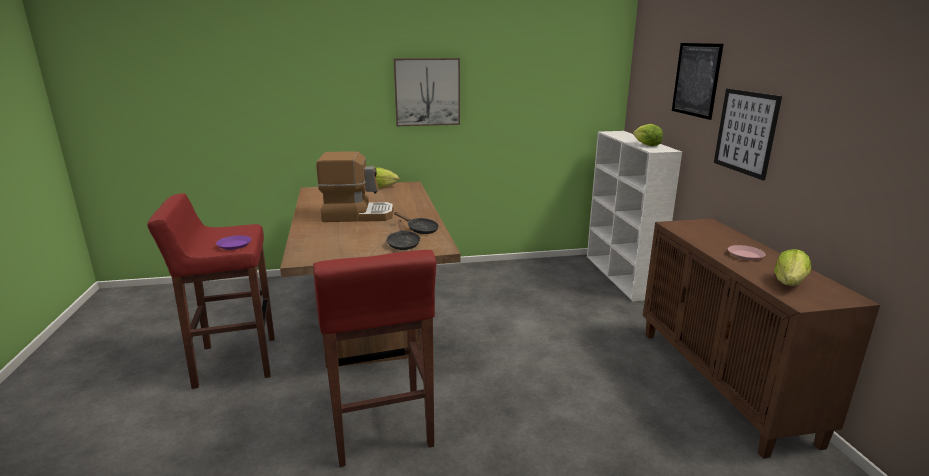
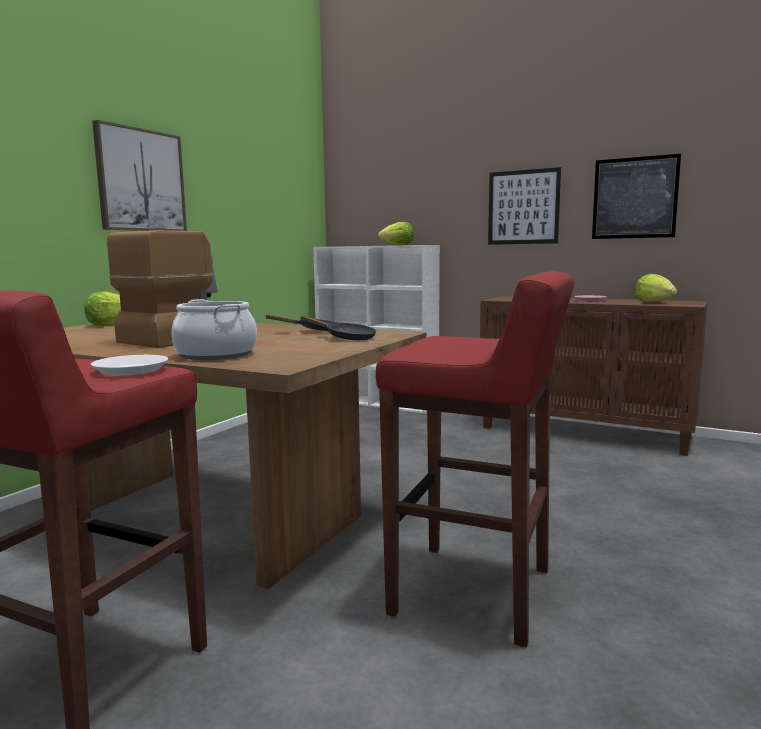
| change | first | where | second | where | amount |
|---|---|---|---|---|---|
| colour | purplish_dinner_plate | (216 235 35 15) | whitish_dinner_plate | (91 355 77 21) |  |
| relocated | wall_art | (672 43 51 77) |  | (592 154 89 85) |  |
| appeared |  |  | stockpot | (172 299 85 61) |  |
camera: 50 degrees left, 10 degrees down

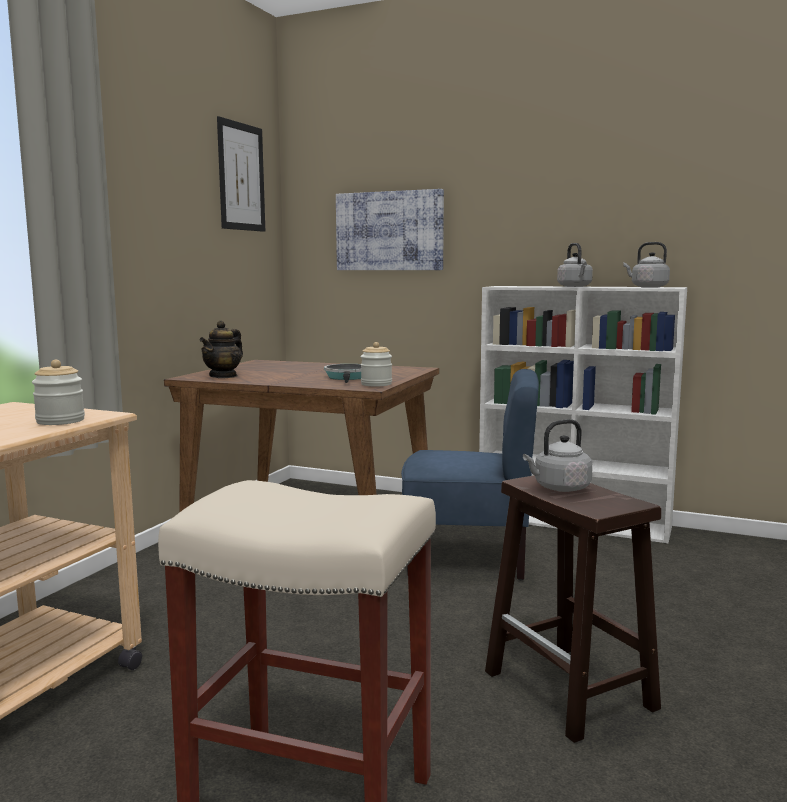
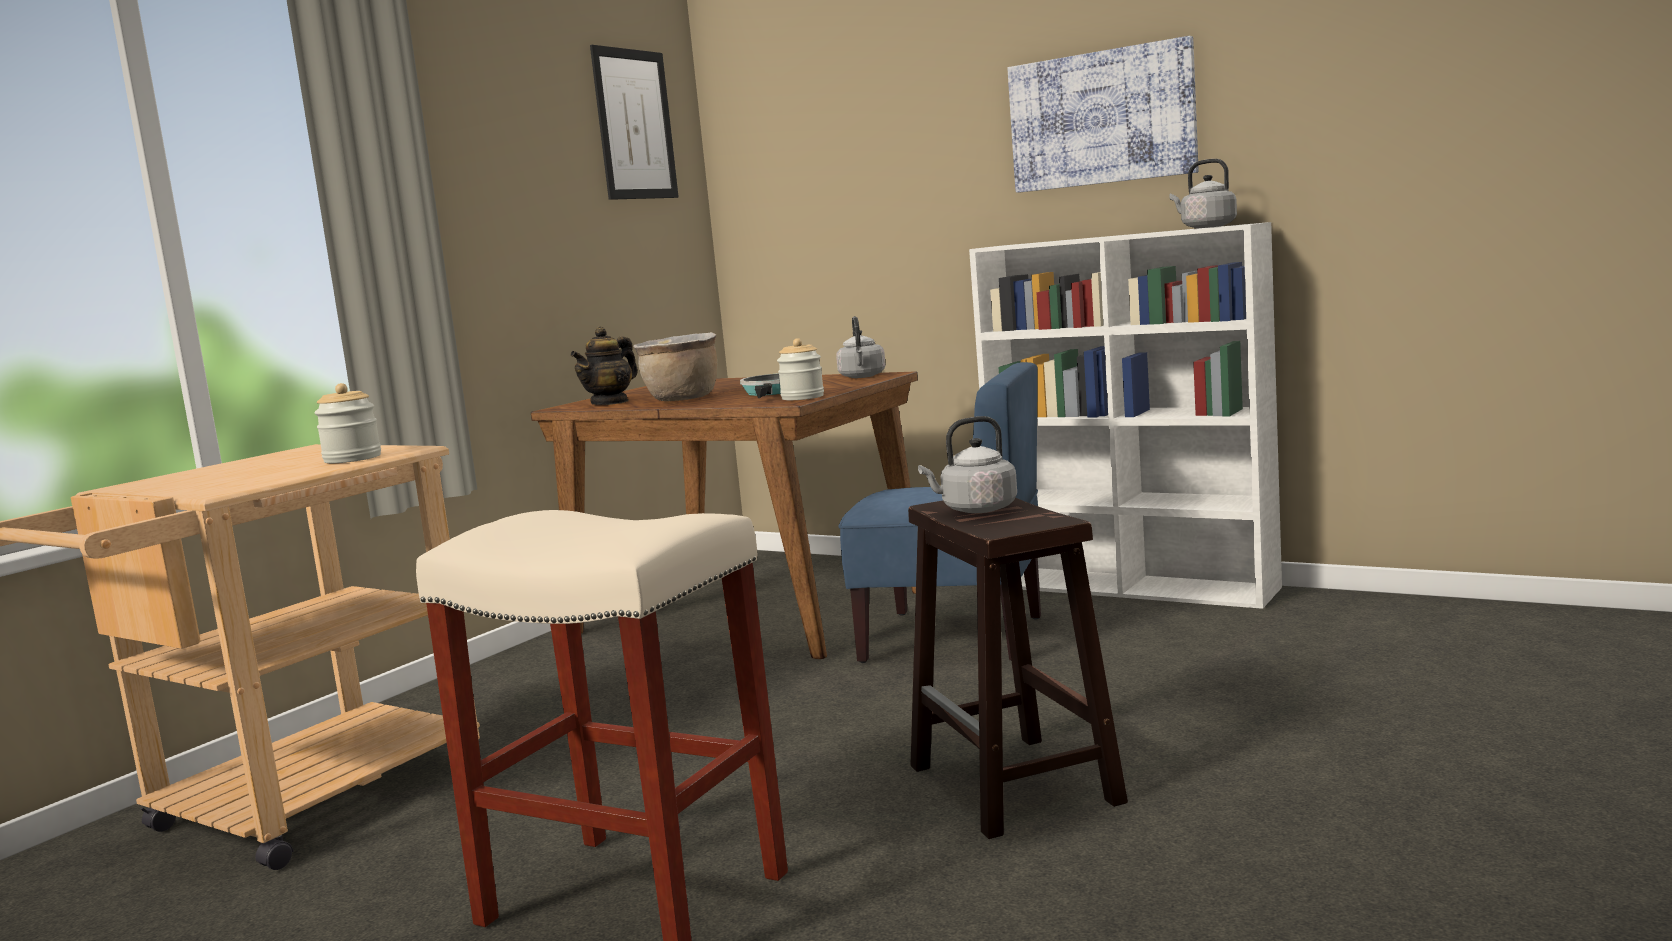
| change | first | where | second | where | amount |
|---|---|---|---|---|---|
| relocated | wall_art | (336 189 108 81) |  | (1008 36 191 157) |  |
| relocated | grey_water_kettle | (557 243 36 44) |  | (836 316 50 62) |  |
| appeared |  |  | brownish_stockpot | (633 332 84 69) |  |
camera: 10 degrees right, 0 degrees up

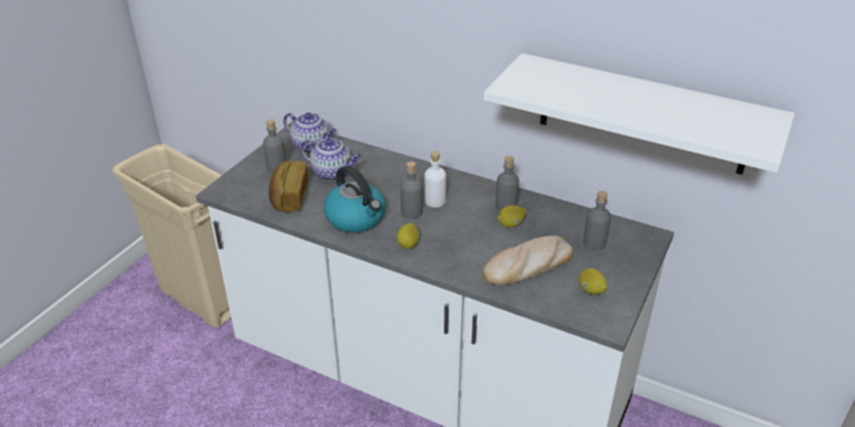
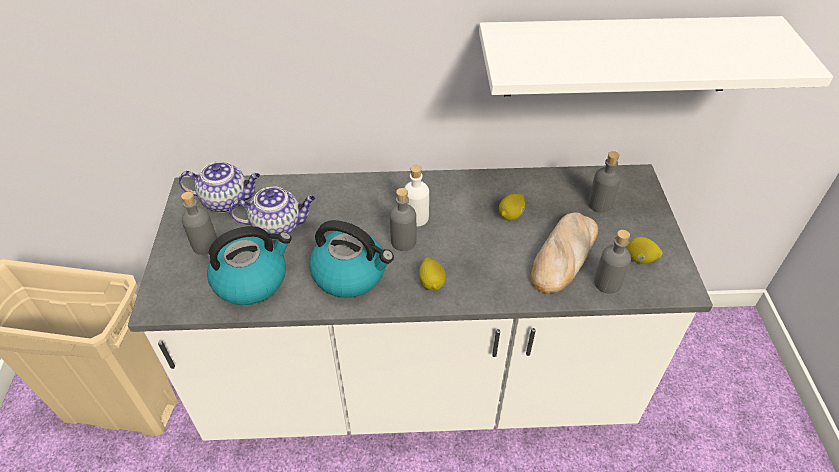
| change | first | where | second | where | amount |
|---|---|---|---|---|---|
| exchanged | baked_bread | (269 161 39 51) | water_kettle | (207 226 85 79) |  |
| relocated | grey_bottle | (496 156 23 55) |  | (594 230 37 64) |  |
camera: 30 degrees left, 10 degrees up

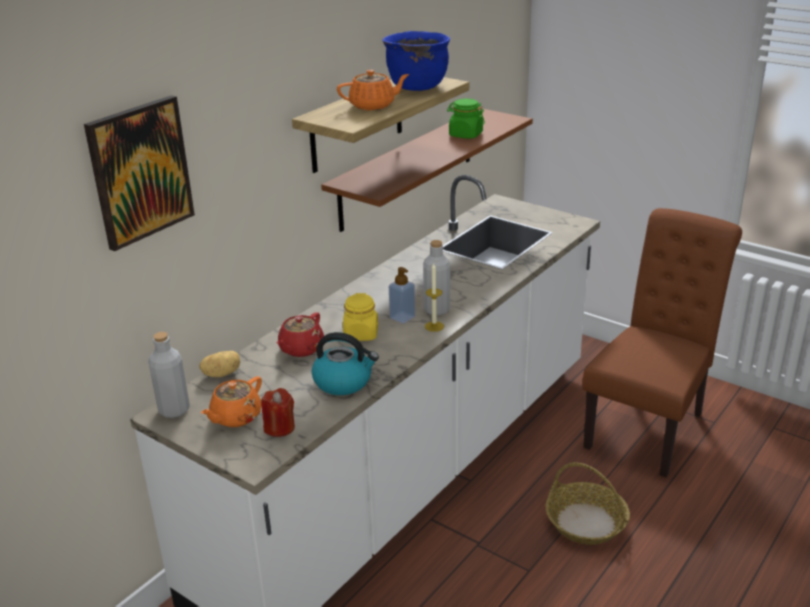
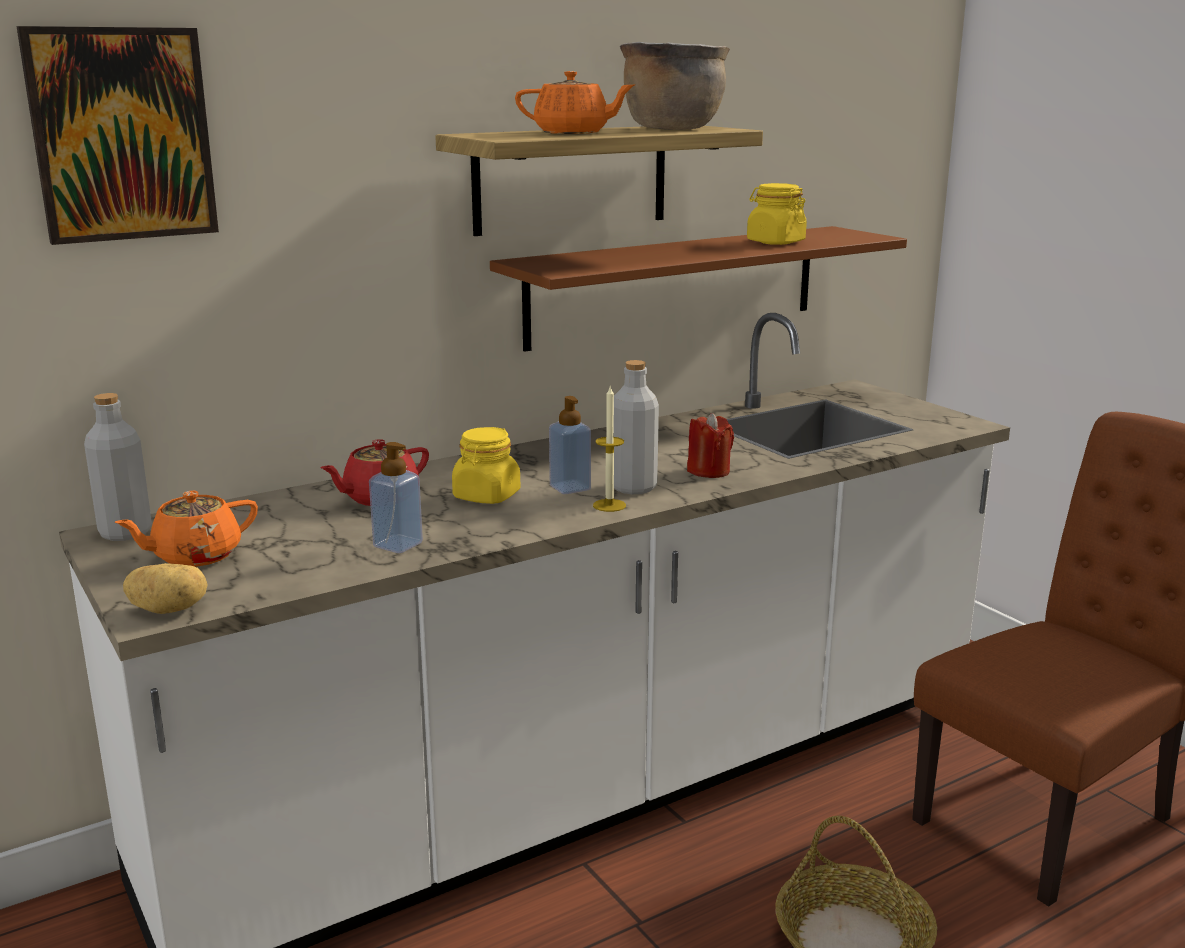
| change | first | where | second | where | amount |
|---|---|---|---|---|---|
| relocated | potato | (199 351 41 27) |  | (123 563 85 51) |  |
| relocated | red_wax_light | (261 388 34 49) |  | (687 413 47 65) |  |
| exchanged | water_kettle | (312 332 67 63) | liquid_soap_bottle | (369 442 54 111) |  |
| colour | bluish_stockpot | (382 31 68 60) | brownish_stockpot | (620 42 110 88) |  |
| colour | green-coloured_preserve_jar | (447 99 38 40) | yellowish_preserve_jar | (747 183 60 62) |  |
camera: 20 degrees right, 10 degrees down

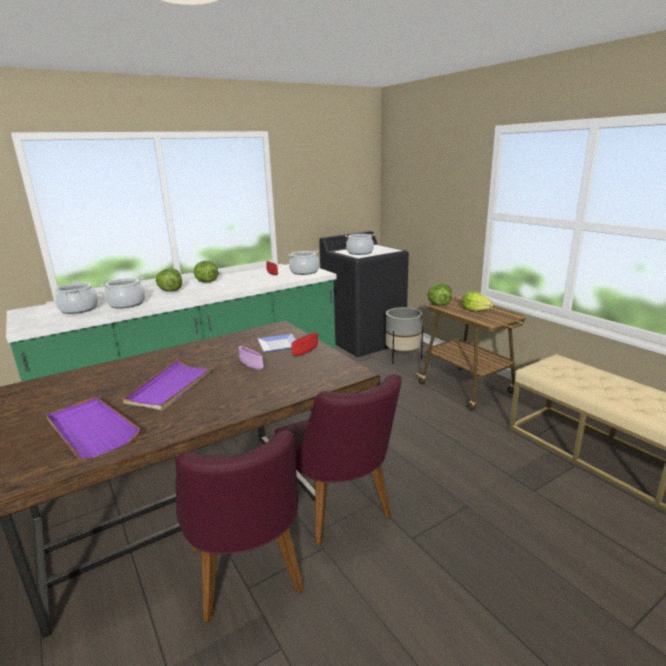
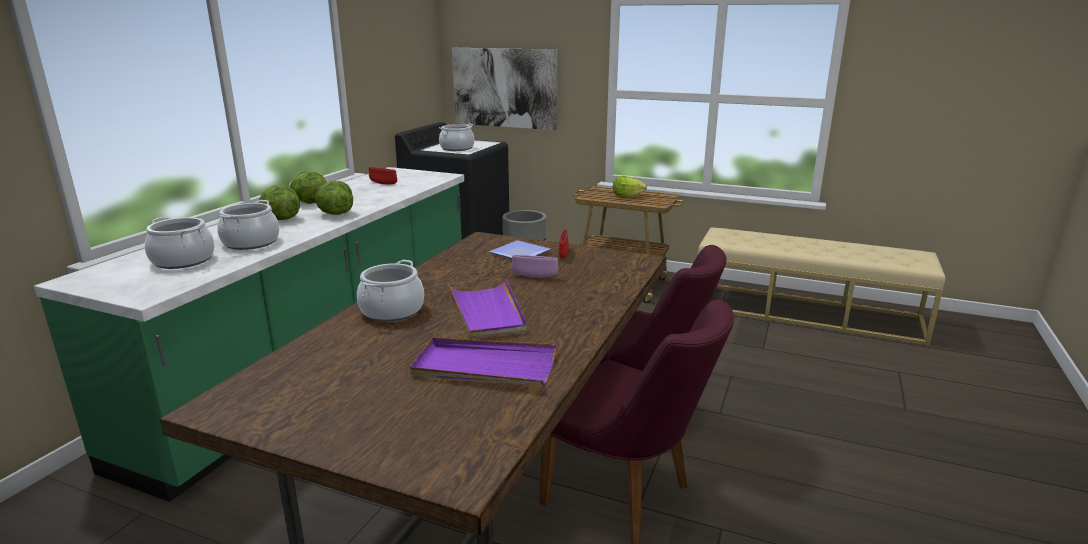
| change | first | where | second | where | amount |
|---|---|---|---|---|---|
| relocated | stockpot | (288 250 31 25) |  | (357 260 67 62) |  |
| relocated | lettuce | (427 283 25 23) |  | (315 181 38 34) |  |
| appeared |  |  | wall_art | (452 48 105 82) |  |
camera: 35 degrees left, 0 degrees up

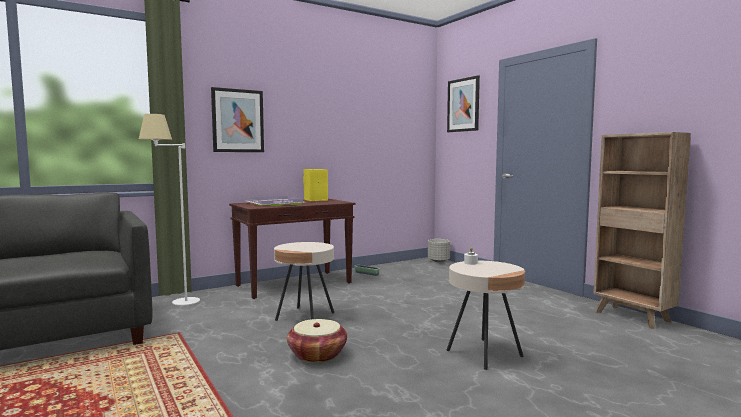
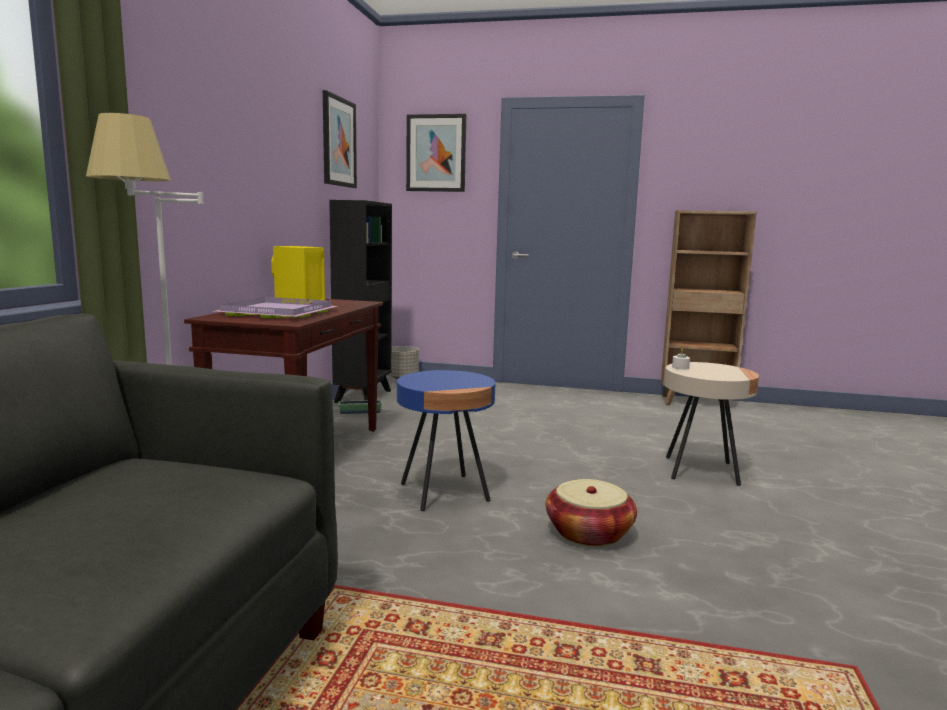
| change | first | where | second | where | amount |
|---|---|---|---|---|---|
| relocated | wall_art | (211 87 53 65) |  | (323 90 34 98) |  |
| colour | beige_side_table | (274 242 60 79) | bluish_side_table | (397 370 98 141) |  |
| appeared |  |  | black_shelving_unit | (329 200 63 203) |  |
camera: 45 degrees left, 5 degrees up

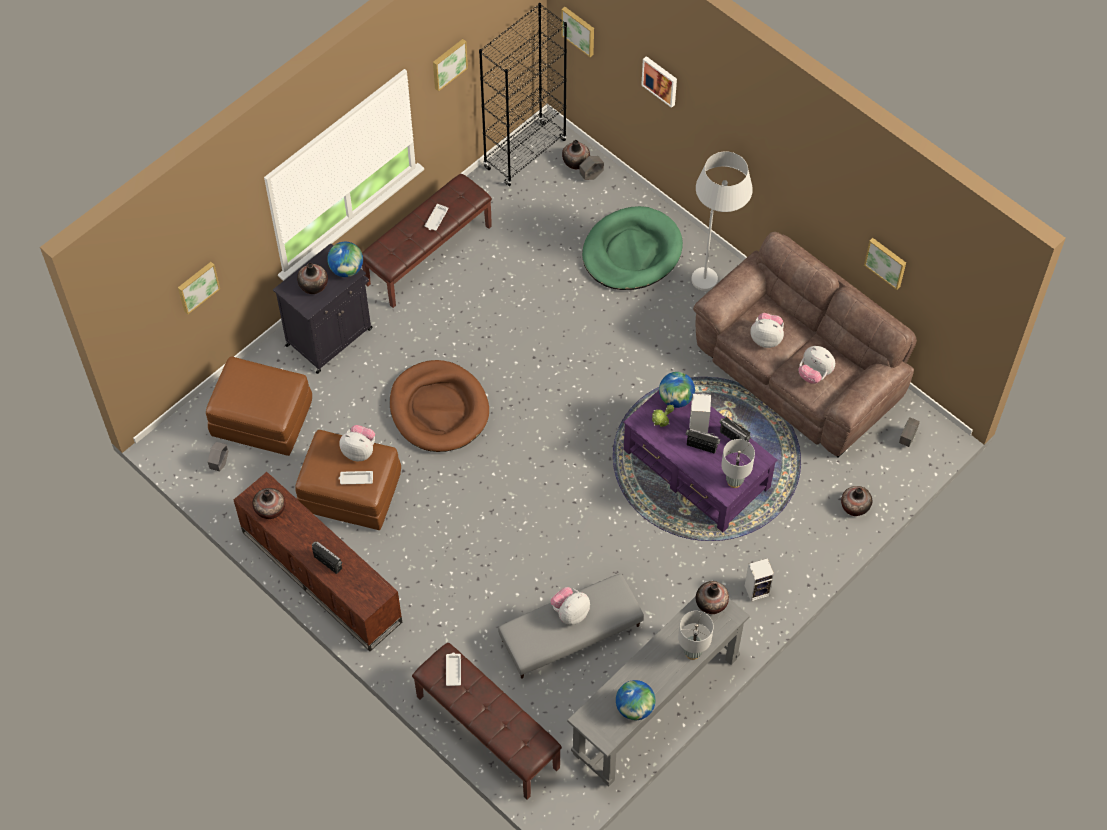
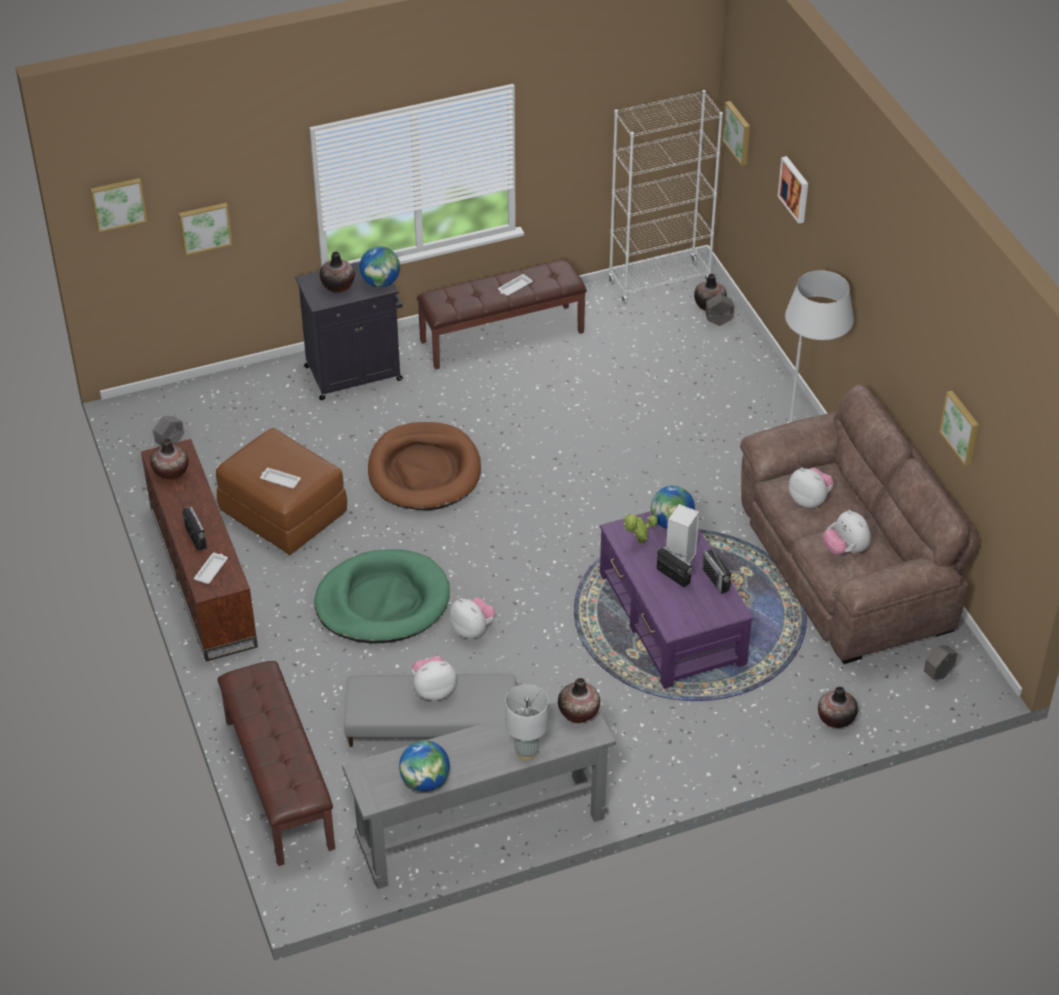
| change | first | where | second | where | amount |
|---|---|---|---|---|---|
| missing | brownish_ottoman | (206 357 106 99) |  |  |  |
| relocated | cuddly_toy | (339 425 36 36) |  | (449 597 47 42) |  |
| relocated | wall_art | (433 39 35 52) |  | (90 178 57 54) |  |
| relocated | whitish_serving_tray | (446 652 15 34) |  | (194 553 34 31) |  |
| colour | black_shelving_unit | (479 3 88 183) | whitish_shelving_unit | (608 90 115 214) |  |
| relocated | green-coloured_dog_bed | (582 206 101 84) |  | (314 549 136 95) |  |
| missing | grey_tabletop_lamp | (721 439 34 49) |  |  |  |
| missing | loudspeaker | (745 558 29 44) |  |  |  |
camera: 25 degrees right, 15 degrees down

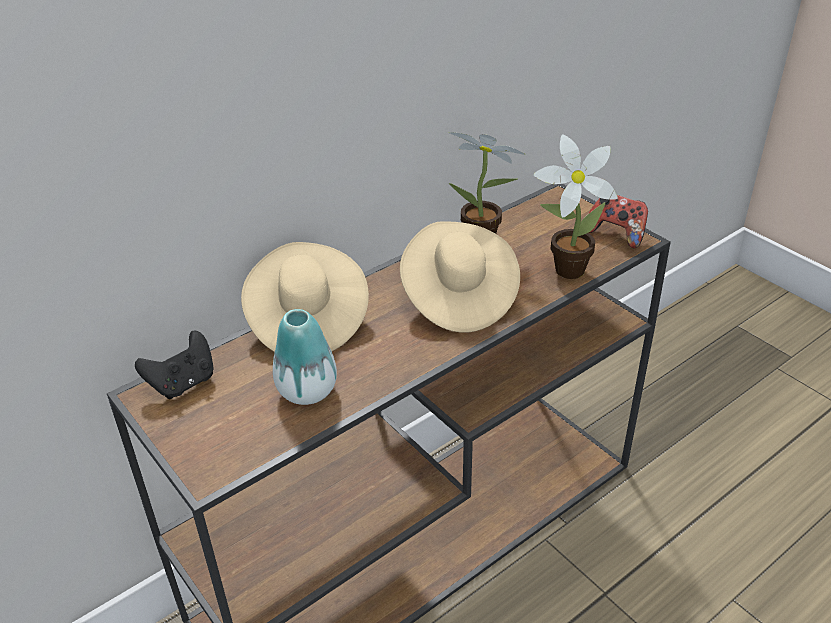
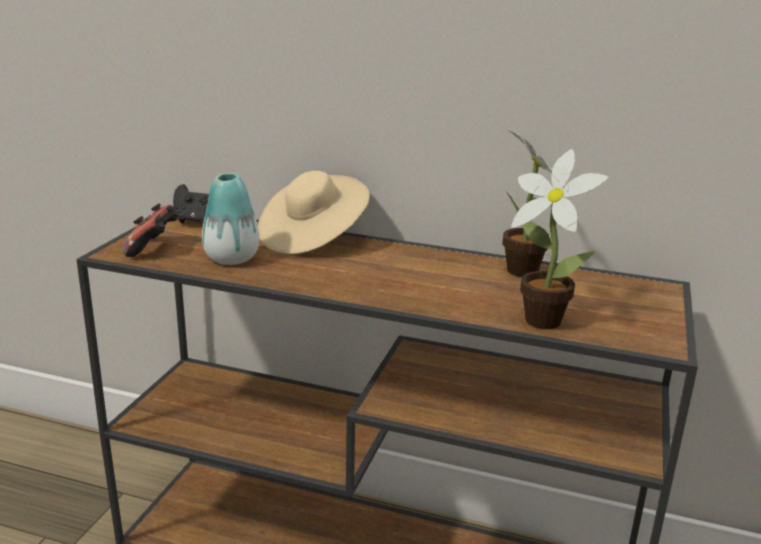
| change | first | where | second | where | amount |
|---|---|---|---|---|---|
| missing | beige_wearable_hat | (400 221 120 112) |  |  |  |
| relocated | joypad | (588 195 60 53) |  | (123 203 55 54) |  |
camera: 55 degrees right, 15 degrees down

